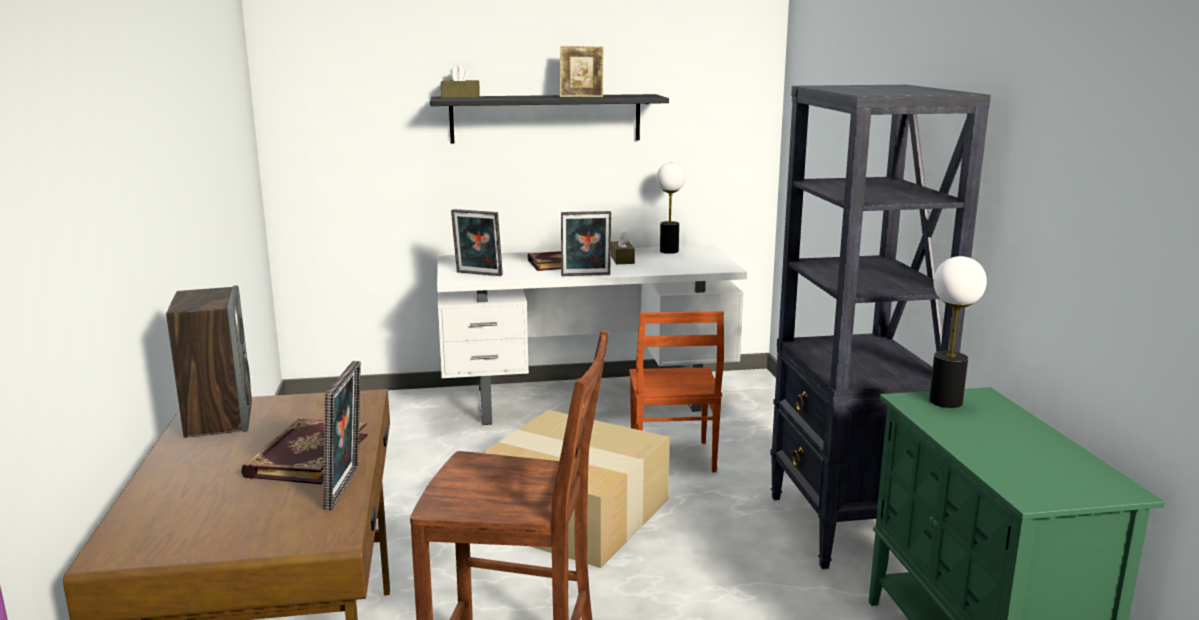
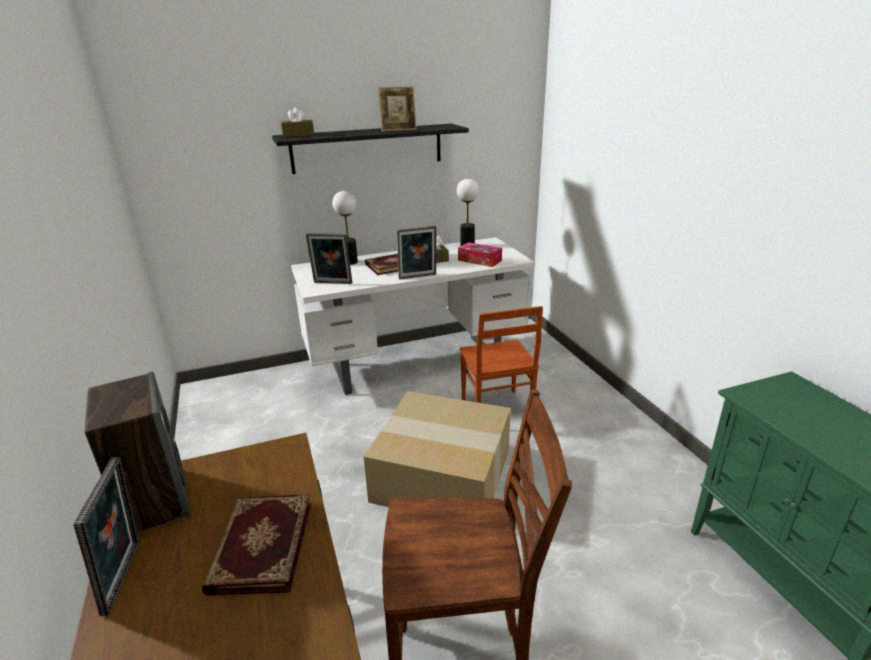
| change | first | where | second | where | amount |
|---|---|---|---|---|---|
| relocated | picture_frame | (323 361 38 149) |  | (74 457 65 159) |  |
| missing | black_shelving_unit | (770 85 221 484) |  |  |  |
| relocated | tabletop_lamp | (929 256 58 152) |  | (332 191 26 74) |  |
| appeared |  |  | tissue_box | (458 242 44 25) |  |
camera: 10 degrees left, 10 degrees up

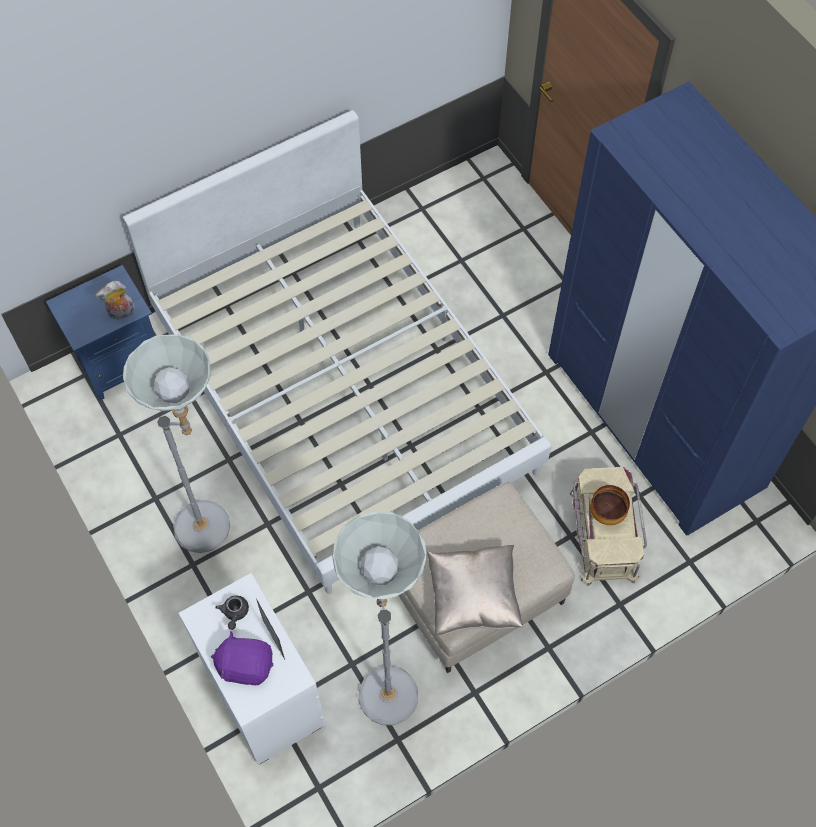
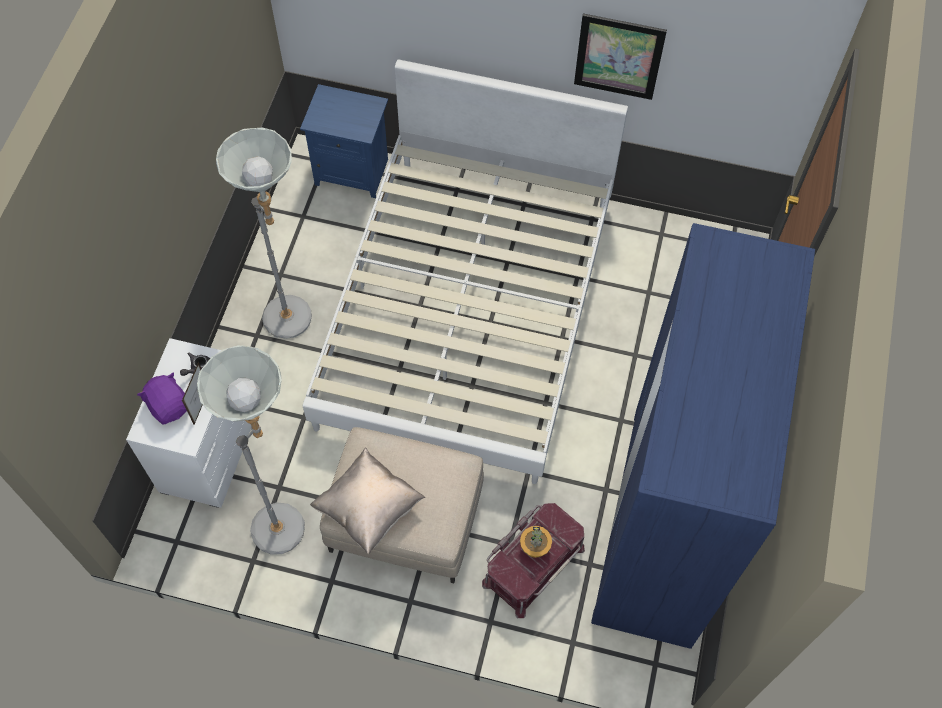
| change | first | where | second | where | amount |
|---|---|---|---|---|---|
| missing | cuddly_toy | (95 281 40 39) |  |  |  |
| colour | beige_storage_bin | (570 467 77 119) | red_storage_bin | (482 503 103 115) |  |
| exchanged | deep_dish | (590 485 40 40) | potted_plant | (520 526 32 32) |  |
| appeared |  |  | wall_art | (574 13 93 87) |  |
camera: 45 degrees right, 0 degrees up

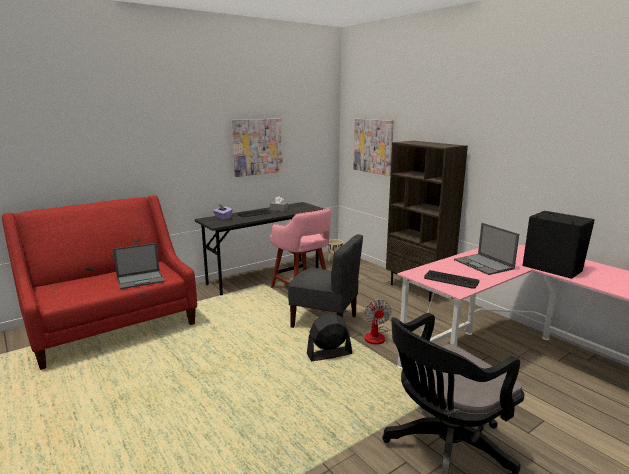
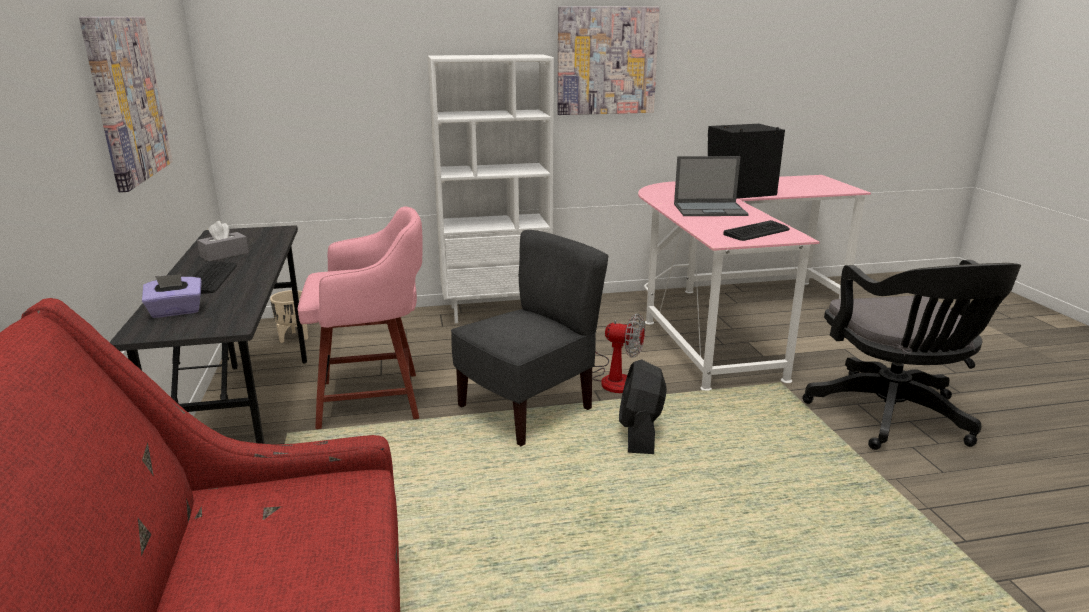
| change | first | where | second | where | amount |
|---|---|---|---|---|---|
| missing | laptop | (113 243 52 46) |  |  |  |
| relocated | wall_art | (353 119 41 57) |  | (557 6 103 109) |  |
| colour | brownish_shelving_unit | (386 141 82 161) | whitish_shelving_unit | (427 54 127 269) |  |
camera: 65 degrees left, 5 degrees up

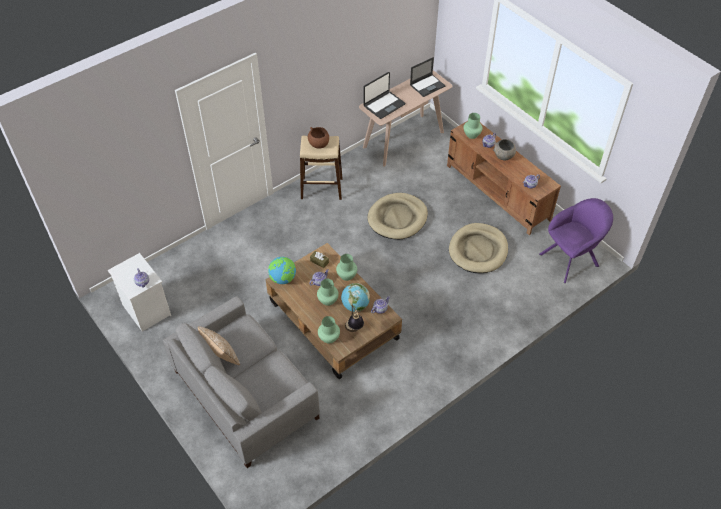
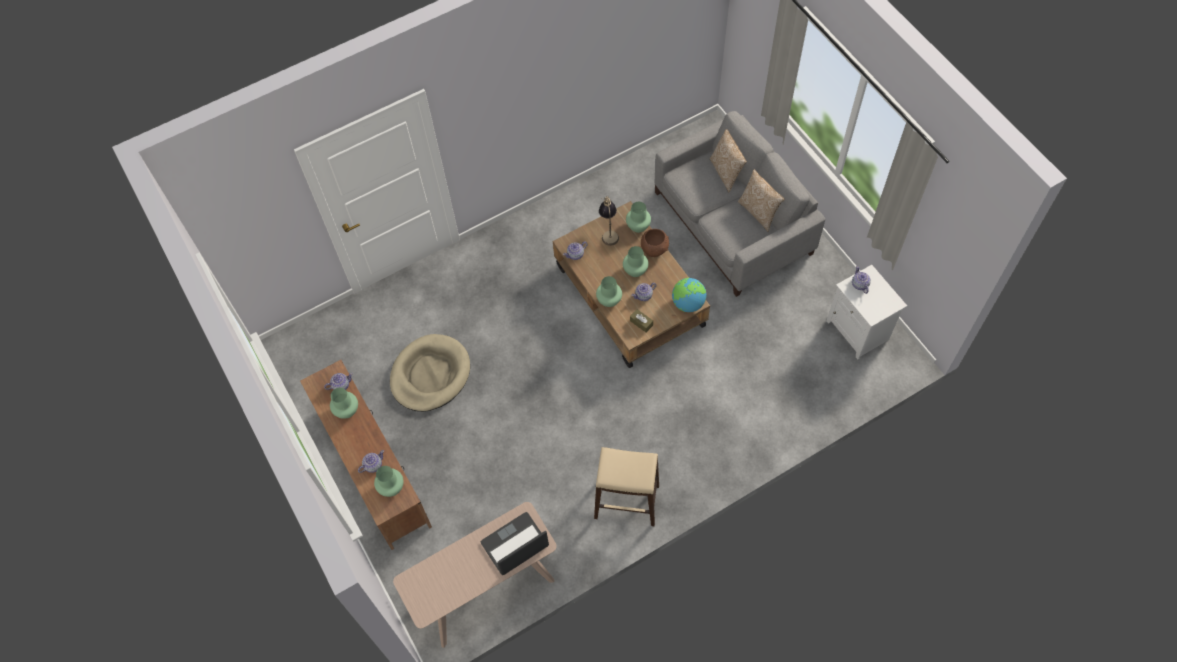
| change | first | where | second | where | amount |
|---|---|---|---|---|---|
| relocated | brownish_deep_dish | (308 127 21 22) |  | (641 229 28 28) |  |
| missing | globe | (341 283 29 29) |  |  |  |
| missing | beige_dog_bed | (367 193 61 46) |  |  |  |
| missing | laptop | (410 57 35 40) |  |  |  |
| missing | grey_deep_dish | (493 139 23 21) |  |  |  |
| missing | purplish_easy_chair | (539 198 74 85) |  |  |  |
| appeared |  |  | green-coloured_vase | (330 388 28 31) |  |
| appeared |  |  | pillow | (709 129 38 64) |  |
camera: 170 degrees left, 10 degrees up

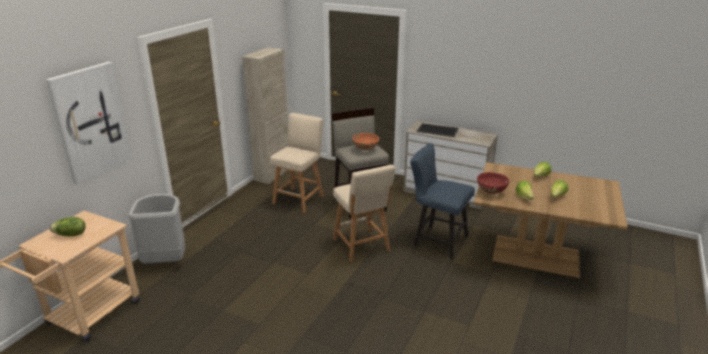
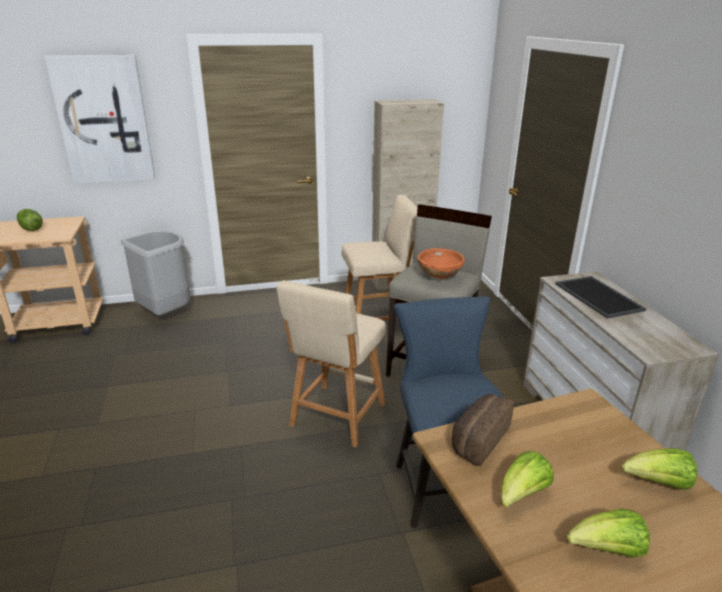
| change | first | where | second | where | amount |
|---|---|---|---|---|---|
| exchanged | red_deep_dish | (477 172 32 22) | baked_bread | (452 394 62 72) |  |
camera: 50 degrees right, 0 degrees up

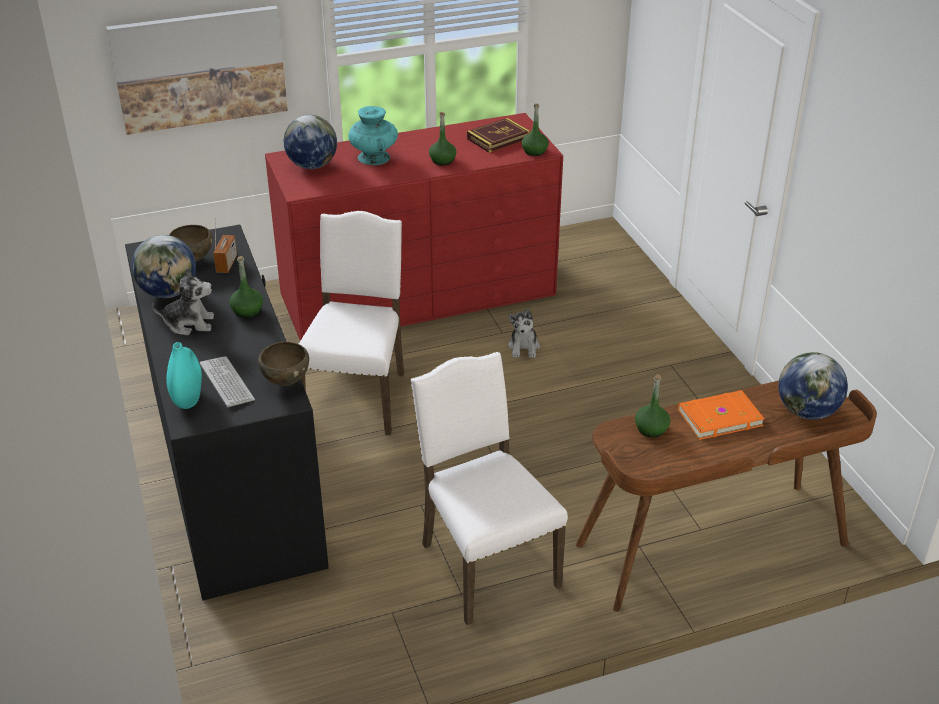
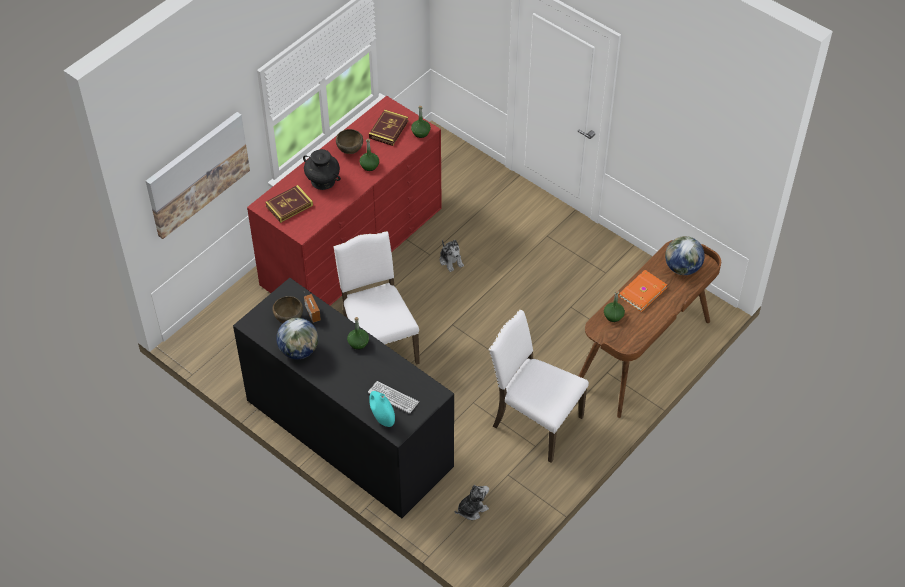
| change | first | where | second | where | amount |
|---|---|---|---|---|---|
| relocated | cuddly_toy | (152 267 62 68) |  | (455 484 34 36) |  |
| relocated | brownish_deep_dish | (258 342 51 44) |  | (336 129 27 25) |  |
| exchanged | globe | (284 115 53 54) | book | (265 185 48 38) |  |
| colour | blue-green_vase | (349 106 49 59) | black_vase | (303 149 38 41) |  |
camera: 30 degrees left, 15 degrees up

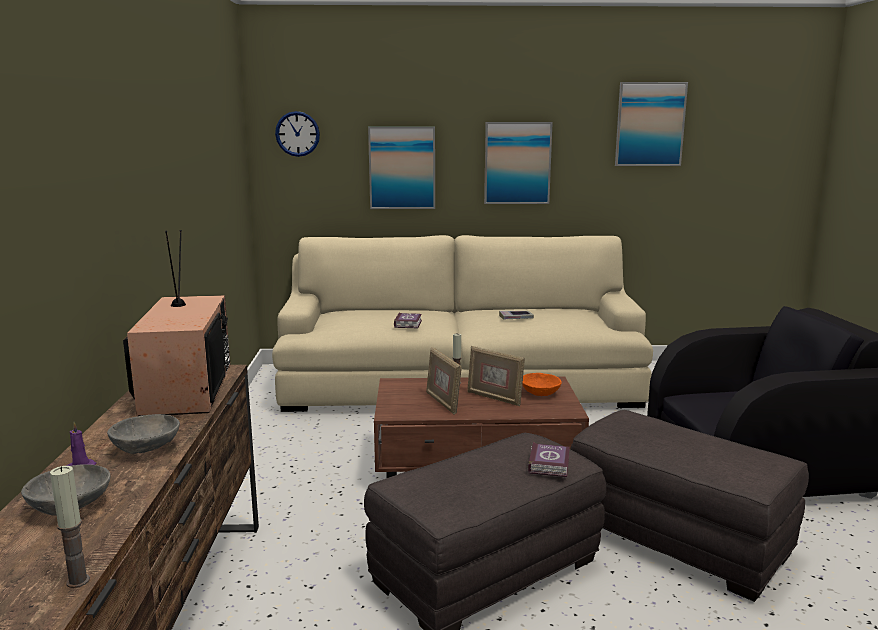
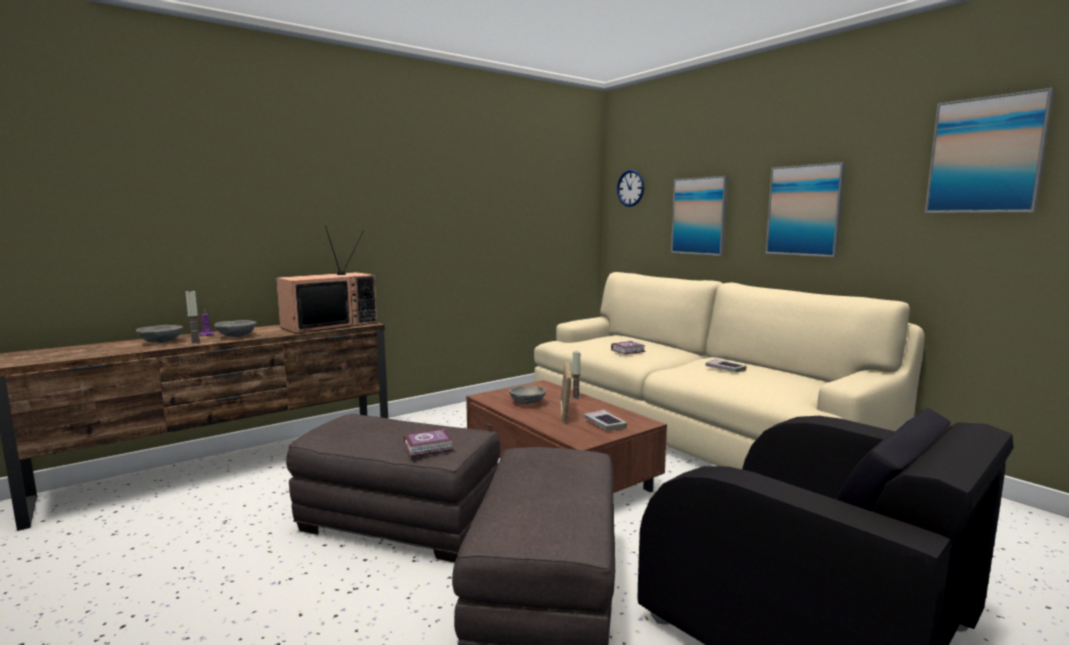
| change | first | where | second | where | amount |
|---|---|---|---|---|---|
| relocated | wax_light | (50 466 40 122) |  | (186 291 15 53) |  |
| exchanged | picture_frame | (426 347 36 68) | grey_deep_dish | (509 385 37 19) |  |
| exchanged | orange-coloured_deep_dish | (522 373 40 23) | book | (584 410 43 20) |  |
camera: 55 degrees right, 5 degrees down

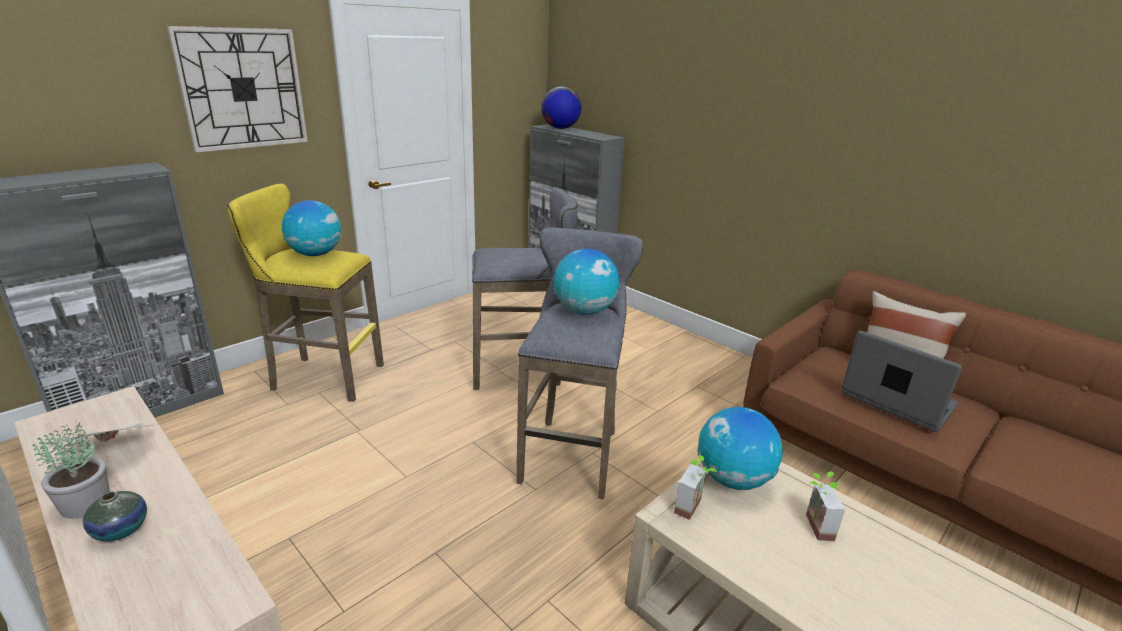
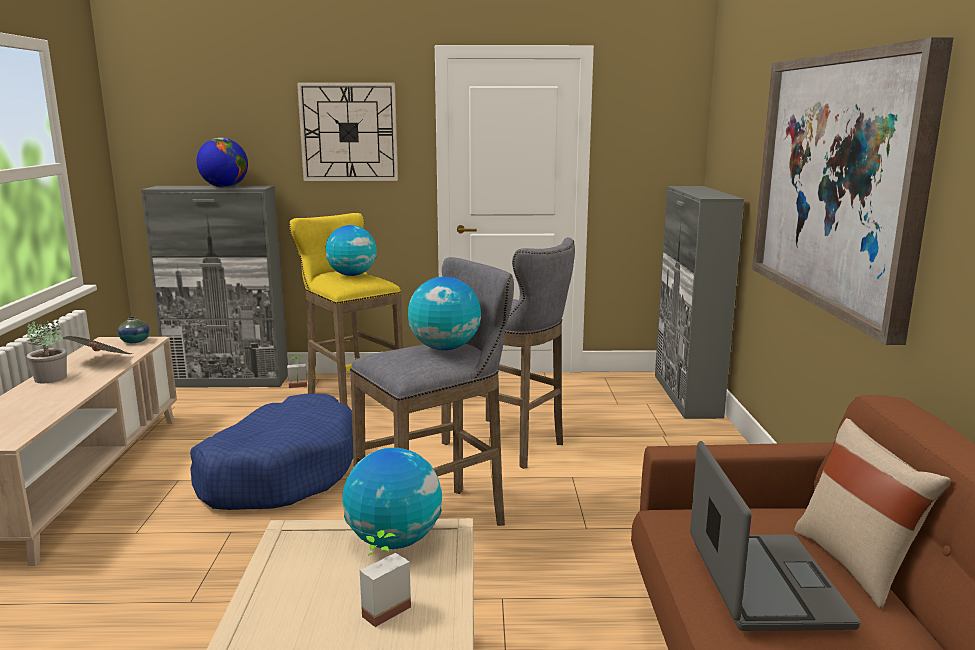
| change | first | where | second | where | amount |
|---|---|---|---|---|---|
| relocated | vase | (83 491 64 51) |  | (118 317 32 26) |  |
| relocated | globe | (541 86 40 43) |  | (196 138 52 49) |  |
| relocated | potted_plant | (674 455 43 65) |  | (287 354 20 34) |  |
| appeared |  |  | bluish_dog_bed | (190 394 163 116) |  |
| appeared |  |  | wall_art | (752 37 202 308) |  |
camera: 45 degrees right, 10 degrees down

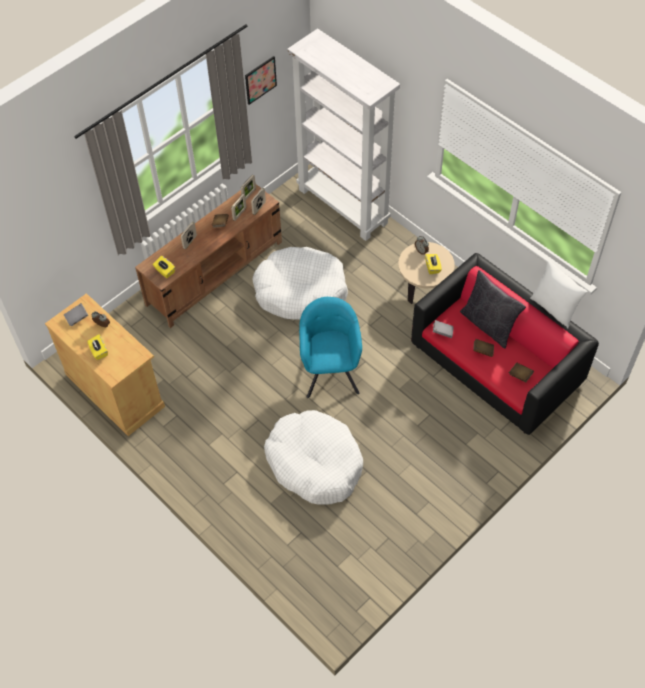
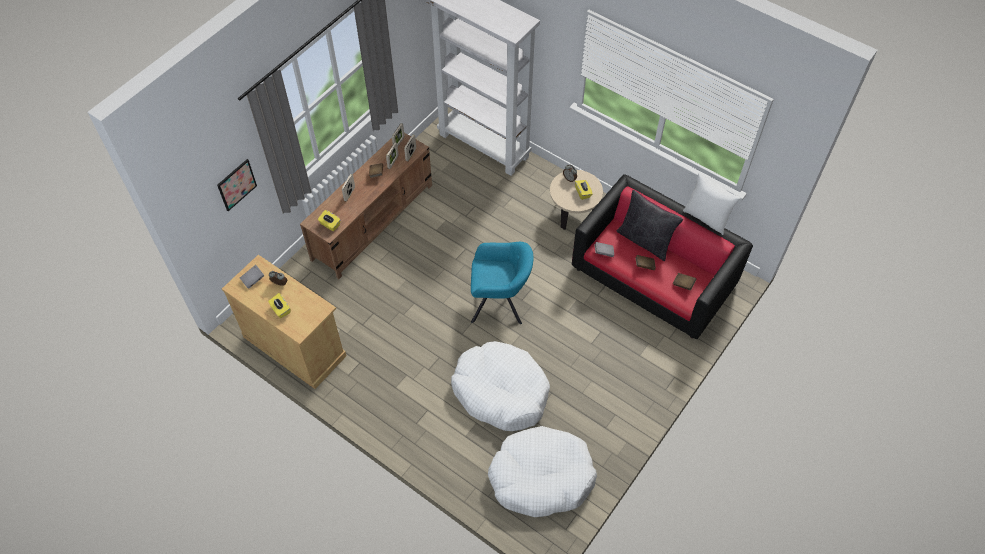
| change | first | where | second | where | amount |
|---|---|---|---|---|---|
| relocated | wall_art | (245 56 32 49) |  | (217 159 40 52) |  |
| relocated | whitish_dog_bed | (252 247 96 73) |  | (488 426 109 91) |  |
| spun | blue-green_easy_chair | (299 297 63 101) |  | (471 242 63 82) | 105 degrees clockwise |
camera: 10 degrees left, 0 degrees up

